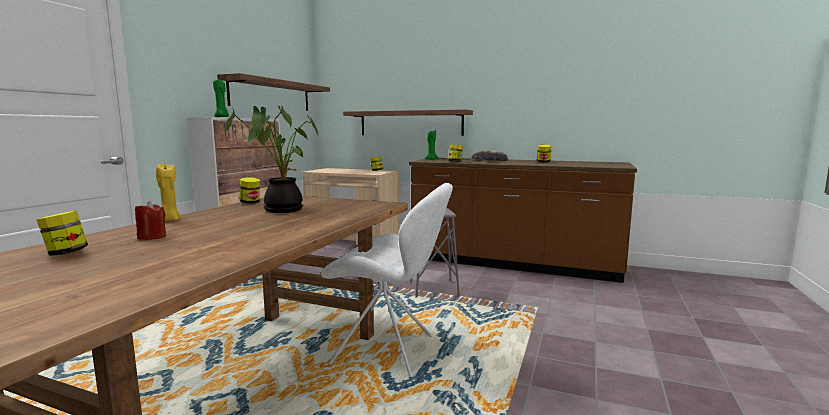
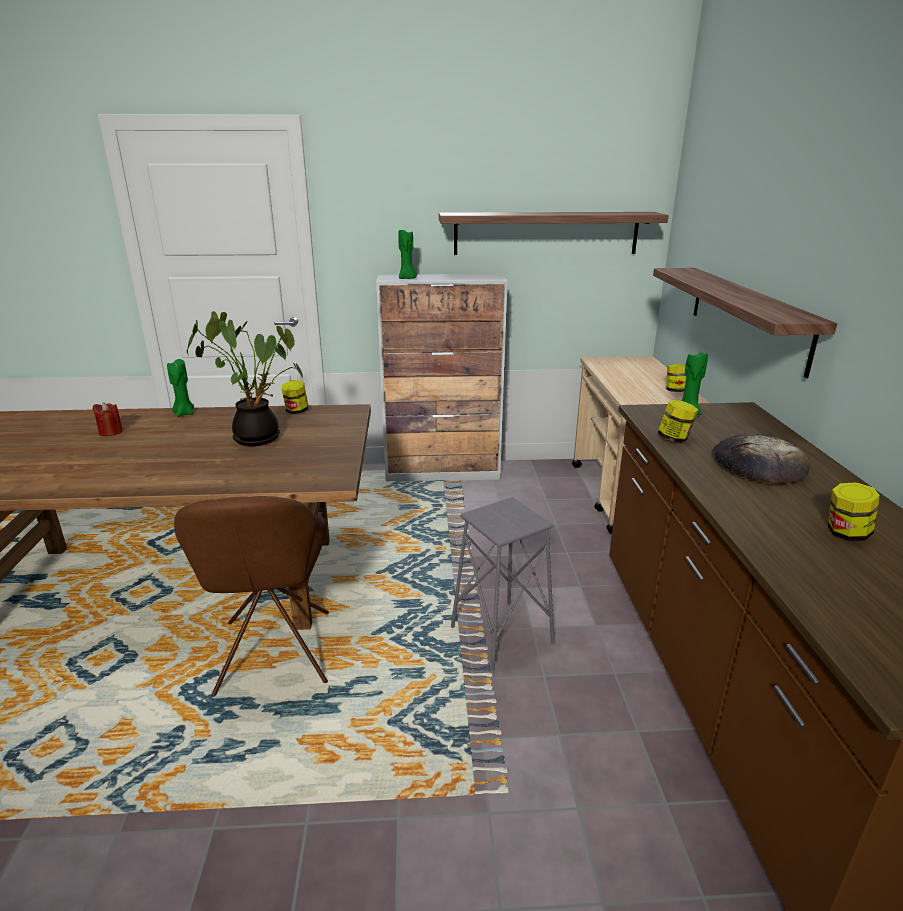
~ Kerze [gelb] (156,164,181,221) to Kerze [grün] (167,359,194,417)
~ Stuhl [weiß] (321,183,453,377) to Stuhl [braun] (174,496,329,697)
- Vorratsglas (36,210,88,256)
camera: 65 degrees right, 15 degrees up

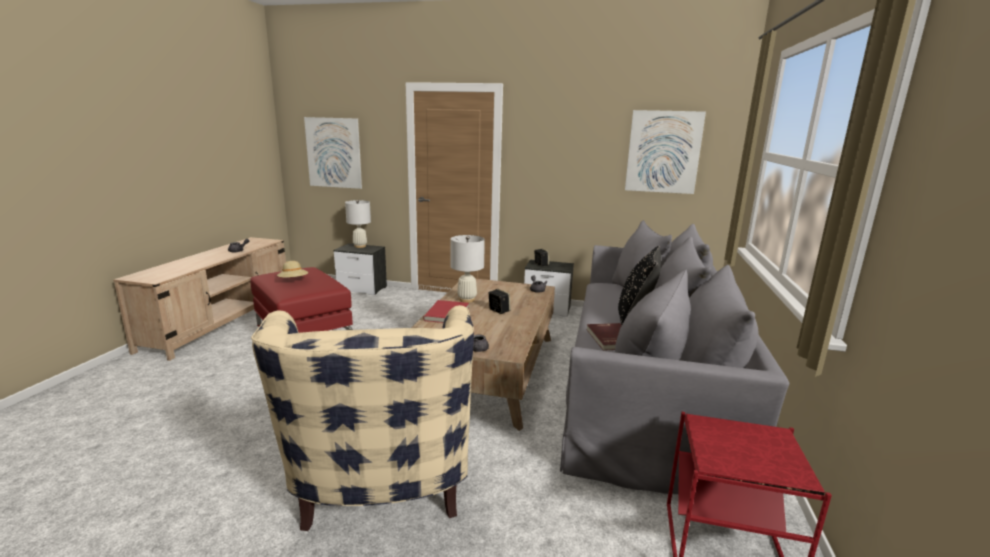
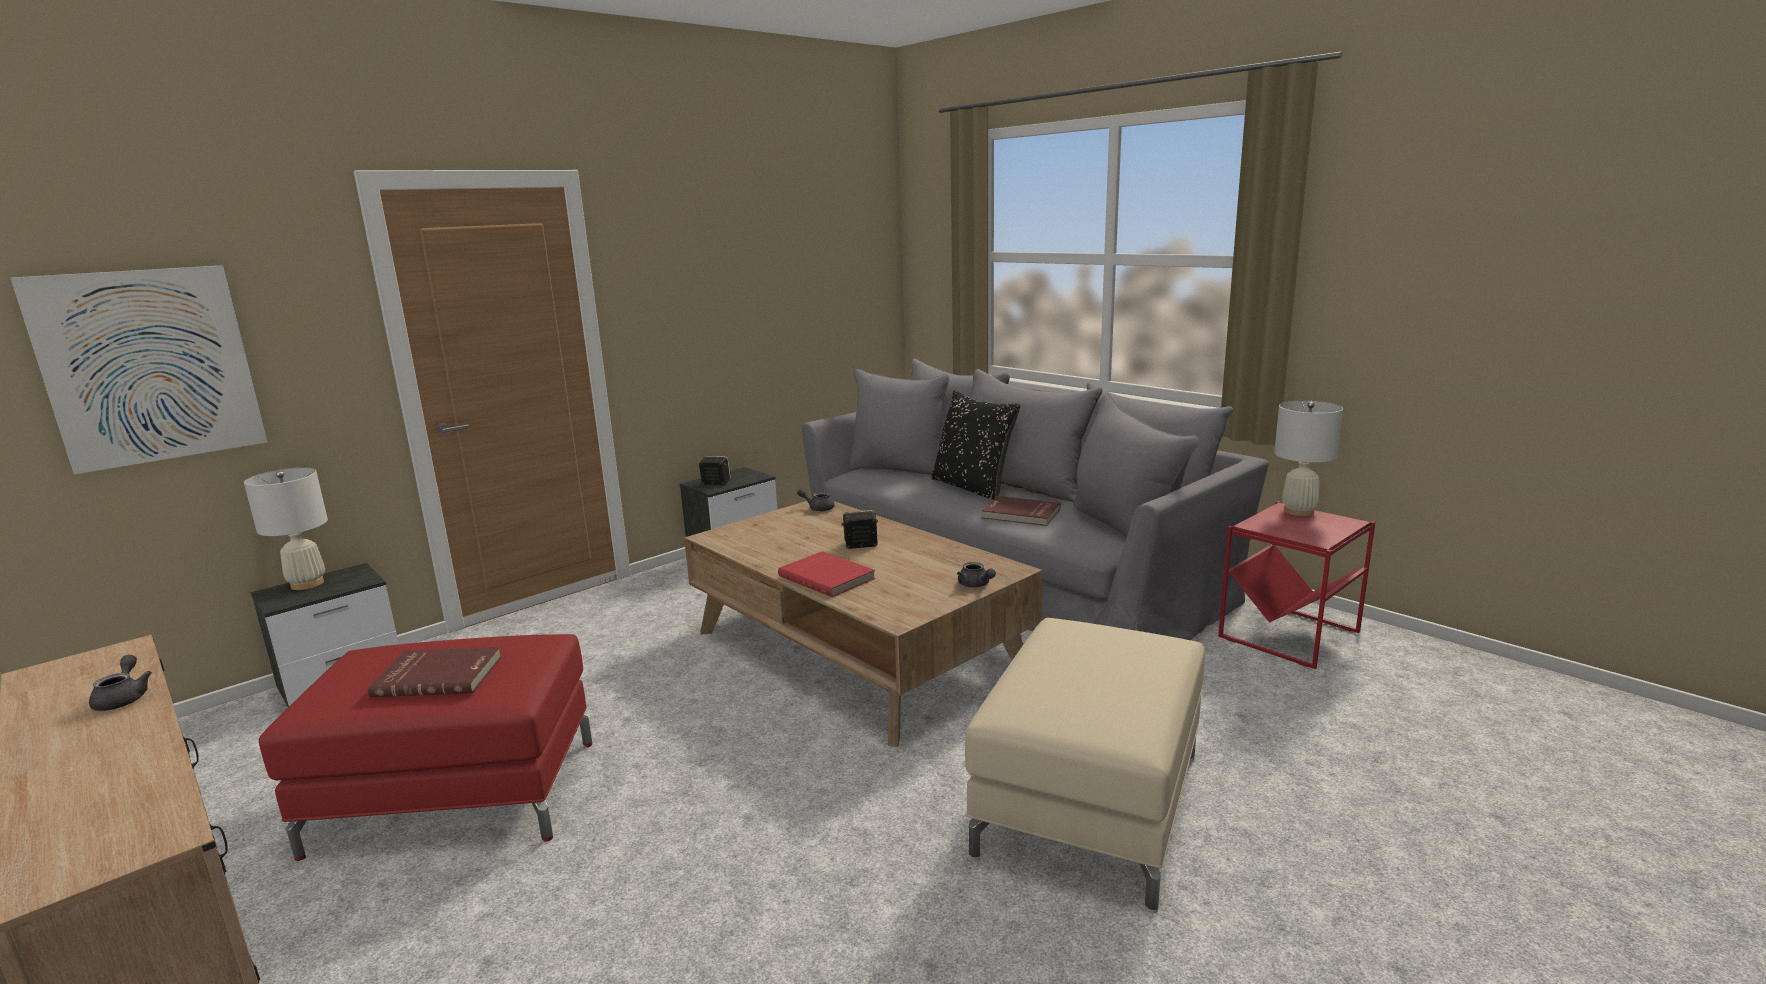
~ Hut [beige] (277,261,308,278) to Buch [rot] (368,647,501,697)
~ Sessel [beige] (251,305,474,531) to Polsterhocker [beige] (965,618,1205,914)
~ Tischlampe [weiß] (450,235,485,303) to (1274,401,1343,516)
- Bild (625,110,706,194)
camera: 55 degrees left, 0 degrees up

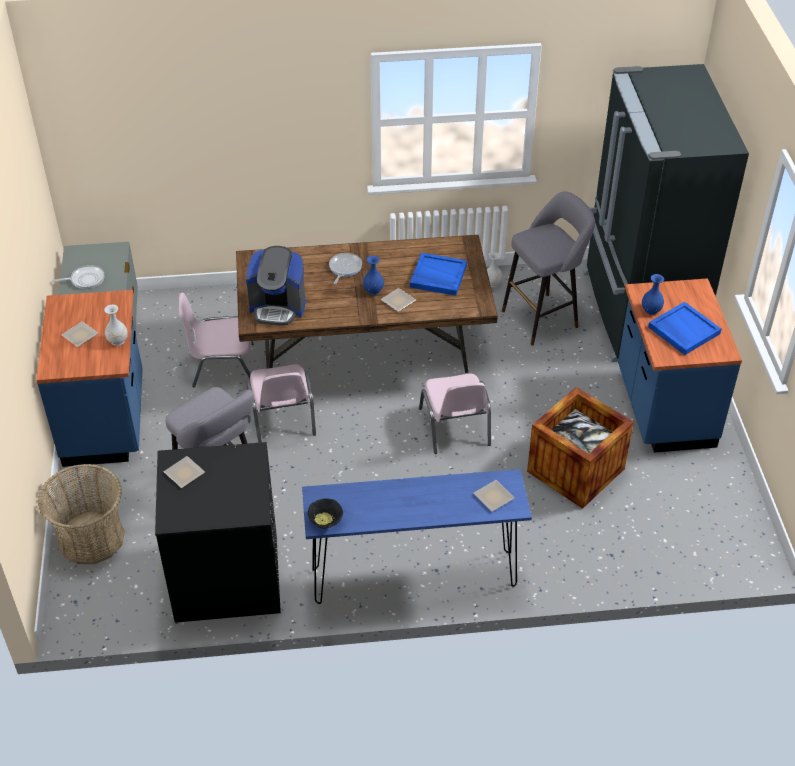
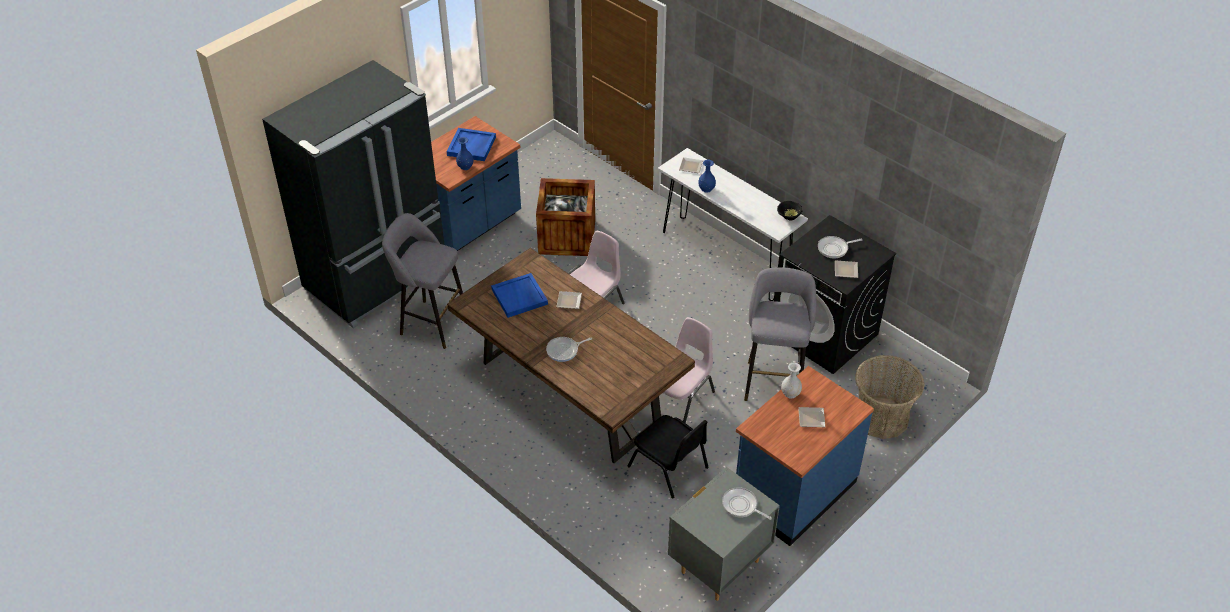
~ Stuhl [rosa] (179,293,254,387) to Stuhl [schwarz] (628,415,709,498)
~ Konsolentisch [blau] (302,469,532,604) to Konsolentisch [weiß] (658,148,808,301)
~ Vase [blau] (363,256,384,295) to (698,160,716,193)
+ Pfanne (818,236,862,258)
- Kaffeemaschine (246,246,306,326)
- Vase [weiß] (487,252,503,287)
camera: 130 degrees left, 0 degrees up

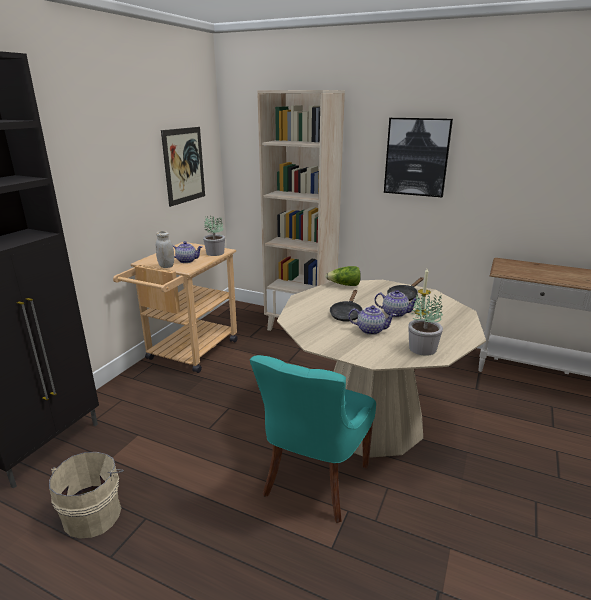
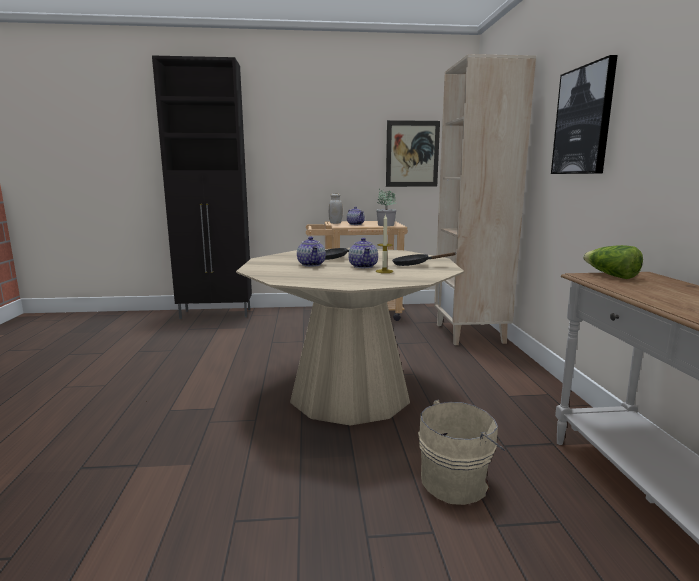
~ Eimer [beige] (49,452,124,539) to (418,400,505,505)
~ Salatkopf (325,266,361,286) to (583,245,643,279)
- Stuhl [türkis] (250,355,376,523)
- Topfpflanze (408,292,443,356)
camera: 60 degrees right, 10 degrees down

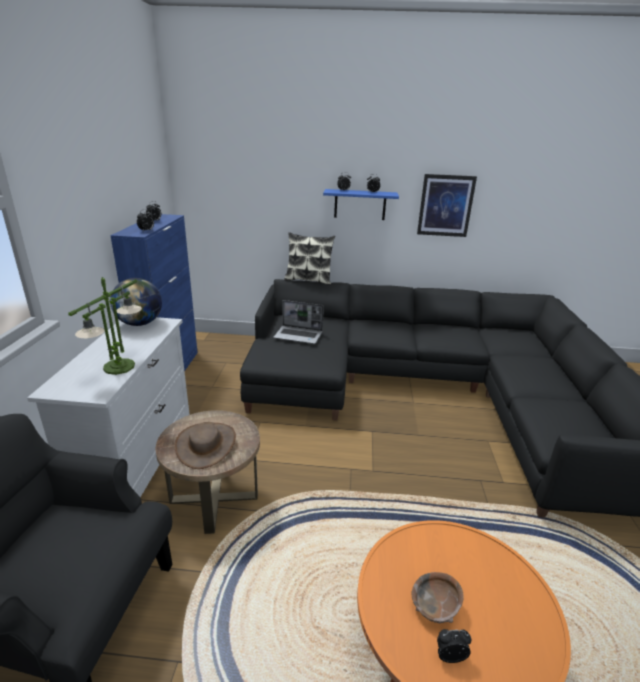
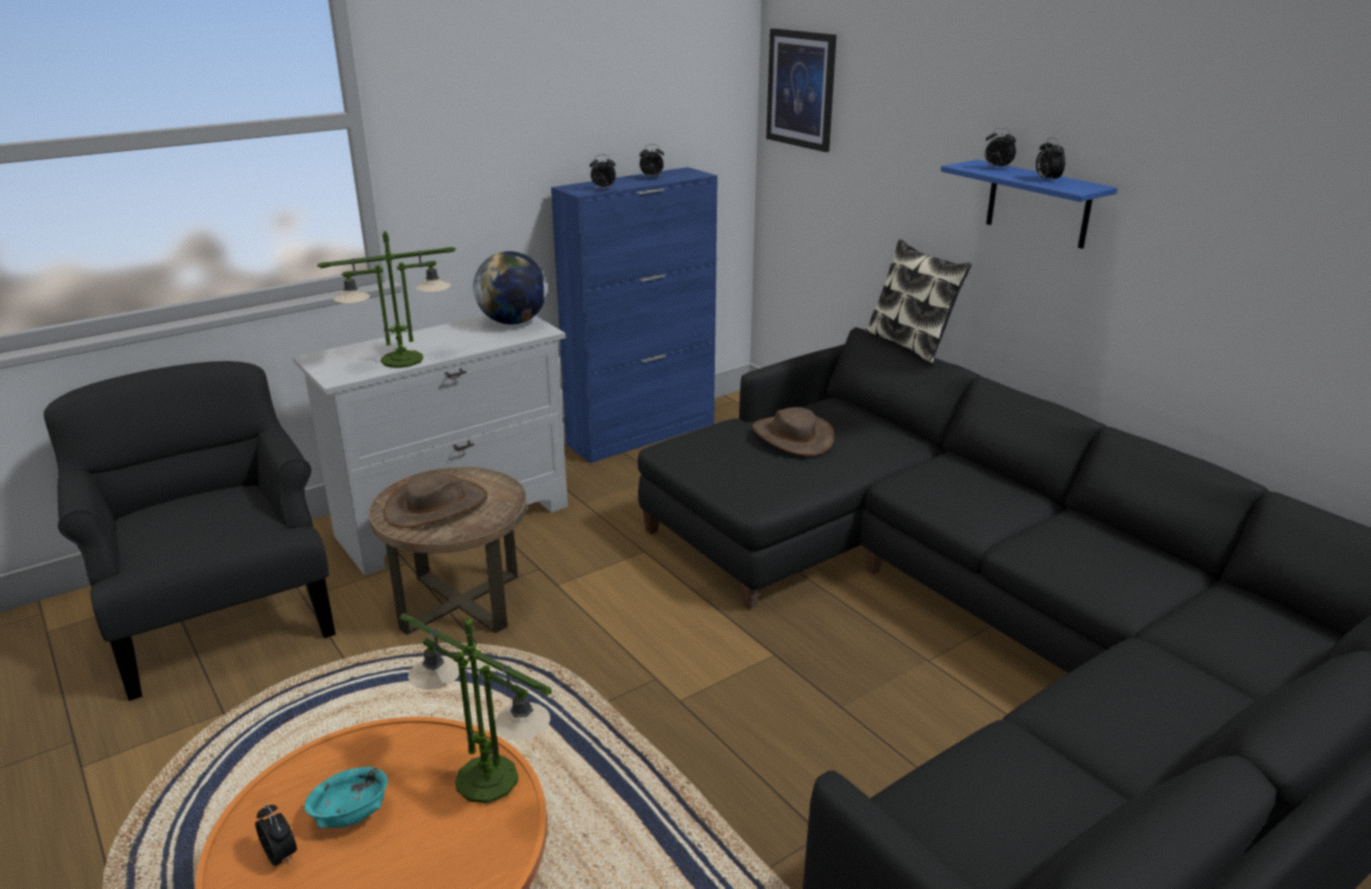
~ Schüssel [braun] (412,572,464,623) to Schüssel [türkis] (304,767,388,828)
+ Tischlampe (400,613,552,803)
~ Laptop (274,300,324,344) to Hut [braun] (752,407,834,456)
~ Bild (417,174,477,237) to (766,28,837,152)
camera: 50 degrees right, 0 degrees up

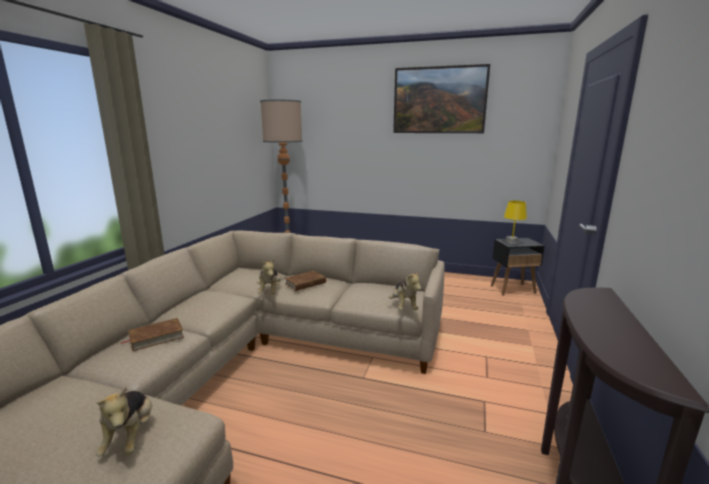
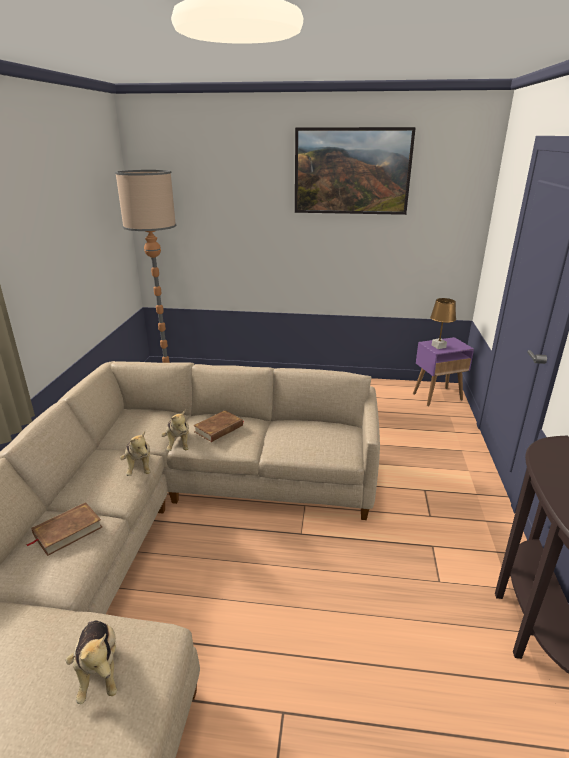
~ Plüschtier (389,270,421,310) to (120,431,151,476)
~ Beistelltisch [schwarz] (491,238,545,296) to Beistelltisch [lila] (413,337,474,406)
~ Tischlampe [gelb] (504,201,527,244) to Tischlampe [braun] (430,298,456,349)
camera: 10 degrees left, 10 degrees up

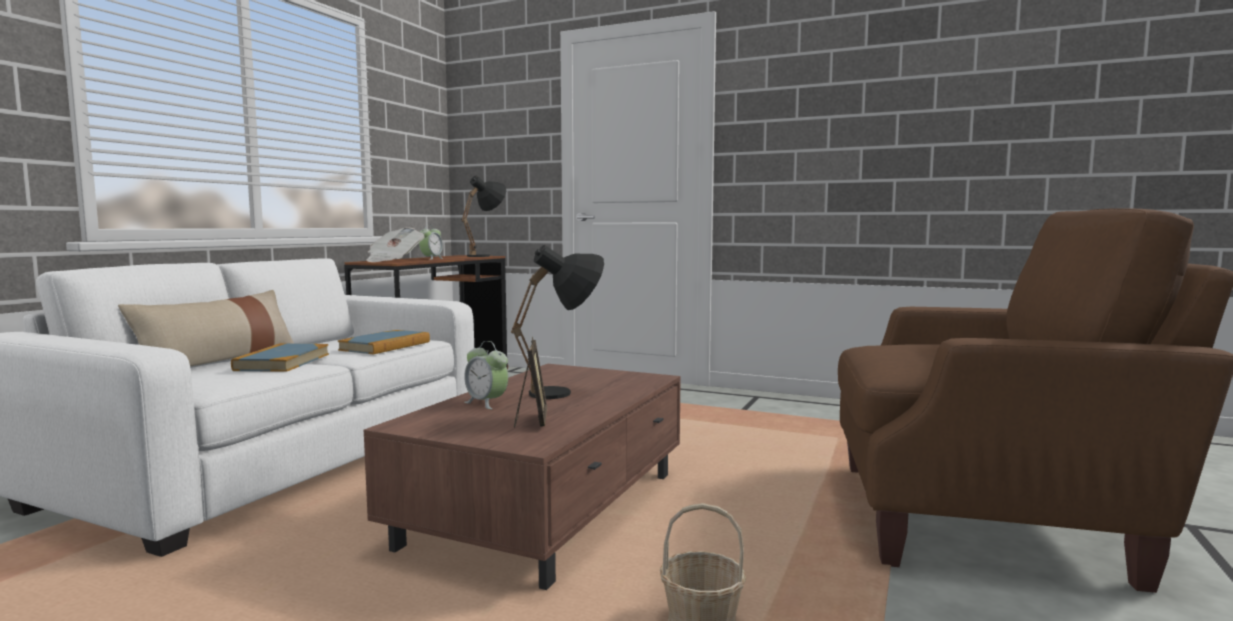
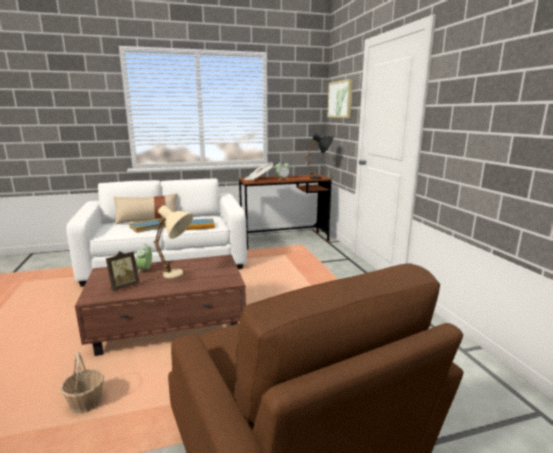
~ Tischlampe [schwarz] (511,245,604,399) to Tischlampe [beige] (154,205,193,278)
+ Bild (327,79,352,118)
camera: 50 degrees right, 10 degrees up

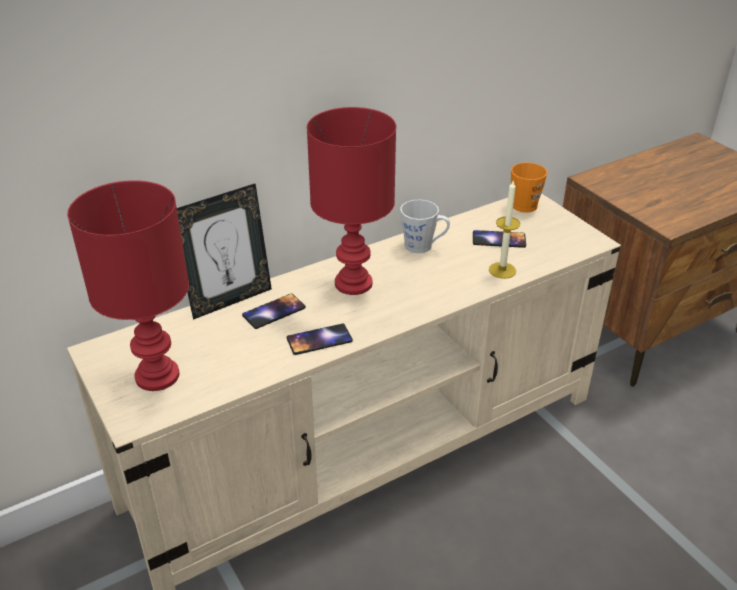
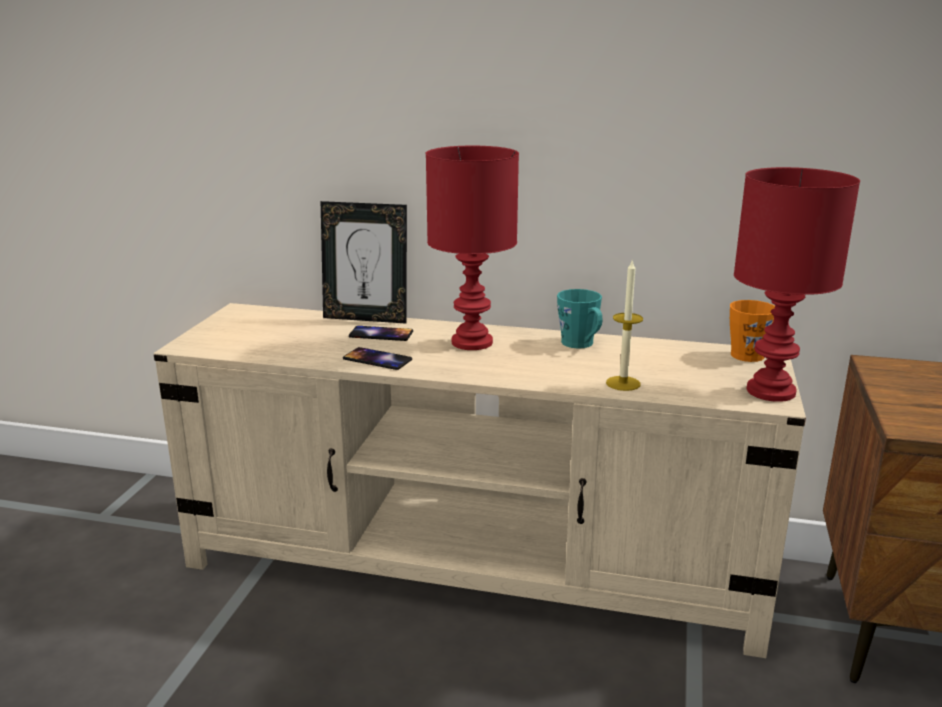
~ Henkelbecher [grau] (400,200,450,253) to Henkelbecher [türkis] (557,289,603,349)
~ Tischlampe [rot] (67,180,189,391) to (734,167,860,402)
- Handy (473,230,526,248)
camera: 45 degrees right, 15 degrees down

